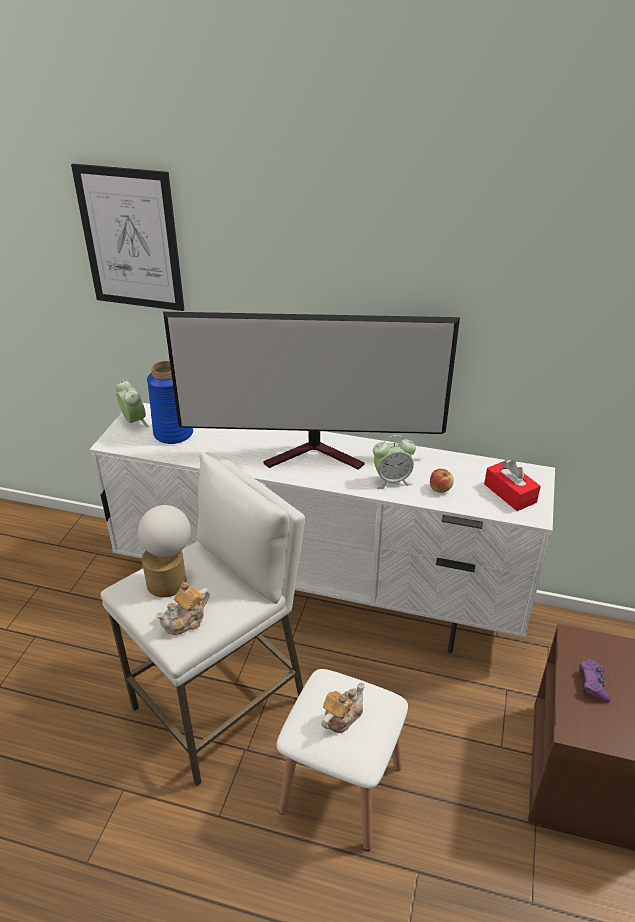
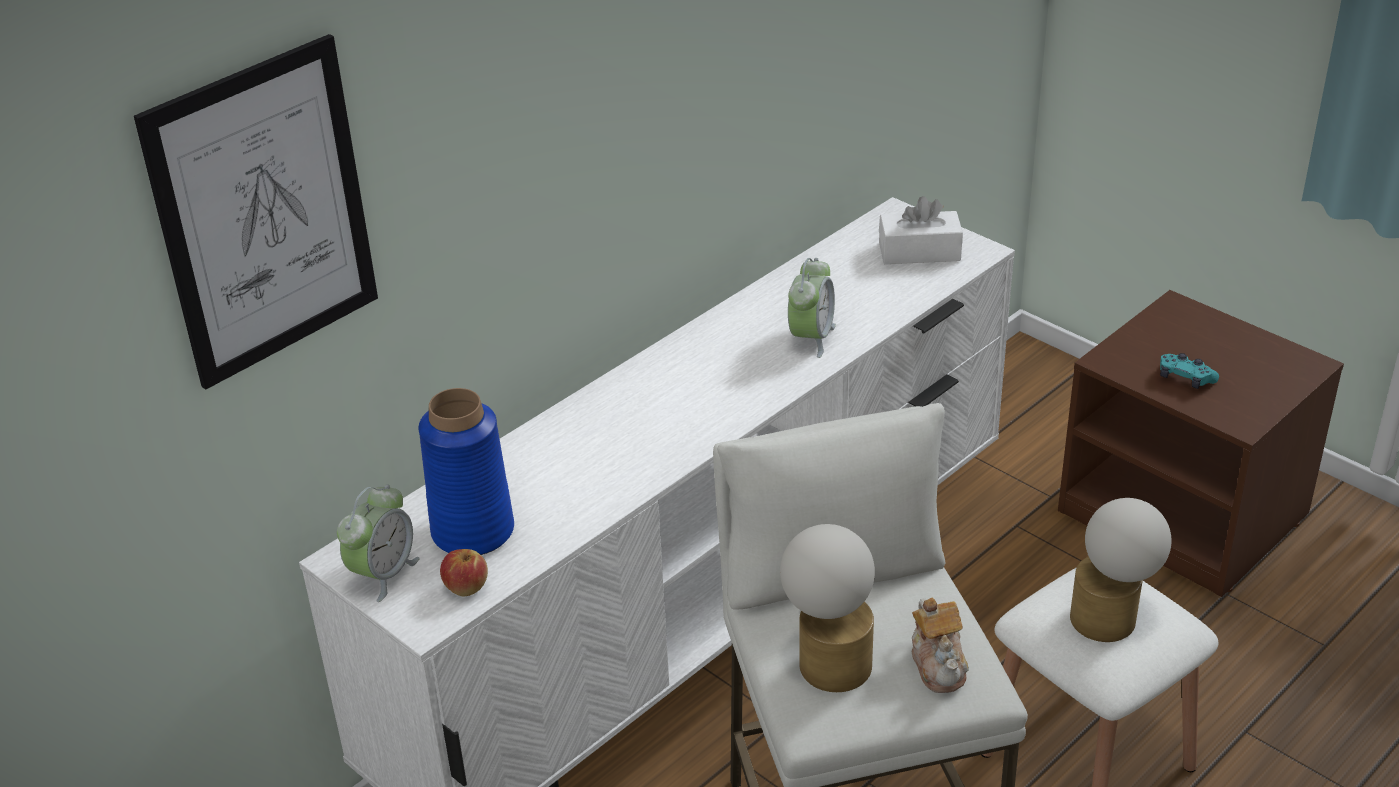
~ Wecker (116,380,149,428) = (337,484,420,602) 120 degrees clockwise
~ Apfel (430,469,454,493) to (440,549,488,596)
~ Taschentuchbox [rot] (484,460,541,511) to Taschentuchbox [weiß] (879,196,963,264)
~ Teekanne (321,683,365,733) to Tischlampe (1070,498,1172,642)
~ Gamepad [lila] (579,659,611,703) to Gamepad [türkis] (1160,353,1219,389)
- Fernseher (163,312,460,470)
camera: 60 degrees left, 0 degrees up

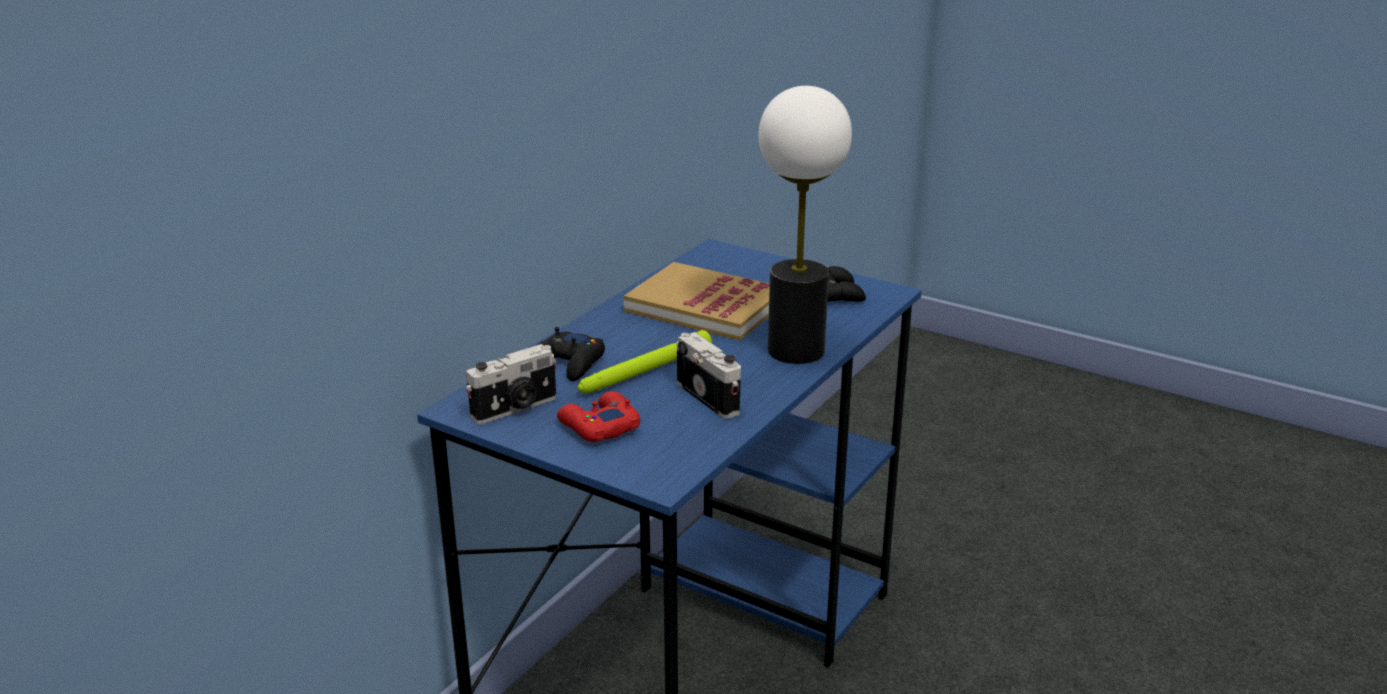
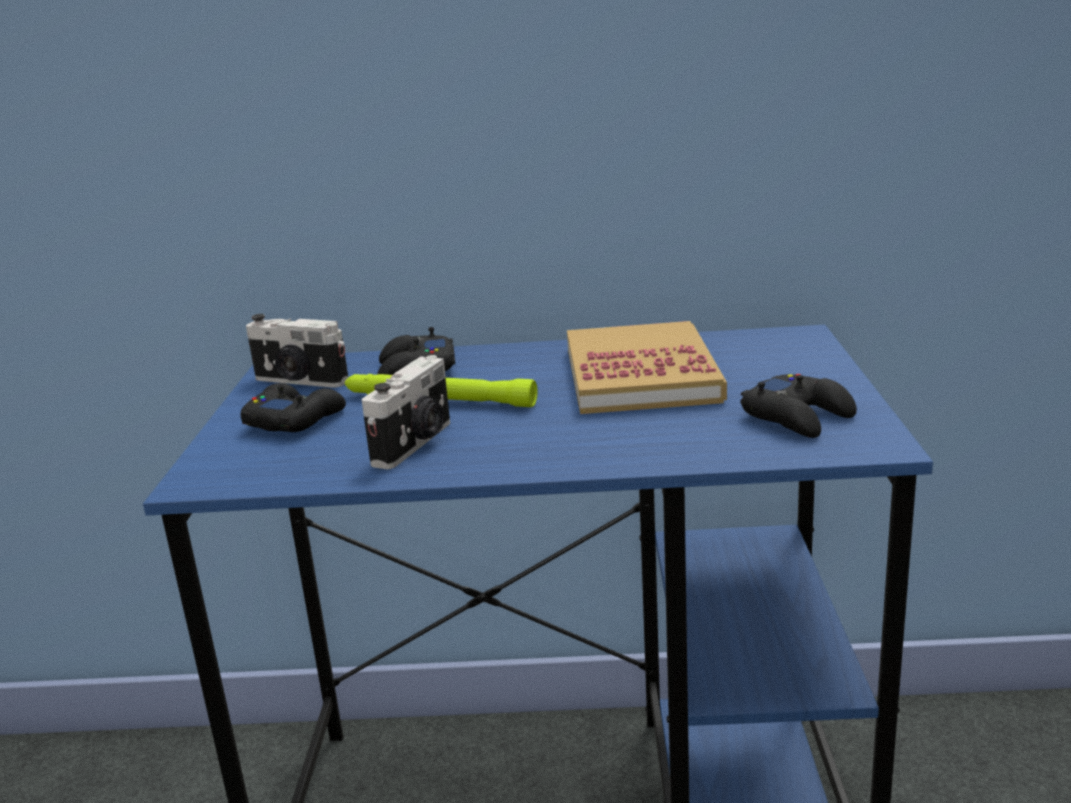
~ Gamepad [rot] (557,391,640,442) to Gamepad [schwarz] (241,383,346,432)
- Tischlampe (758,86,852,364)
camera: 60 degrees right, 5 degrees down

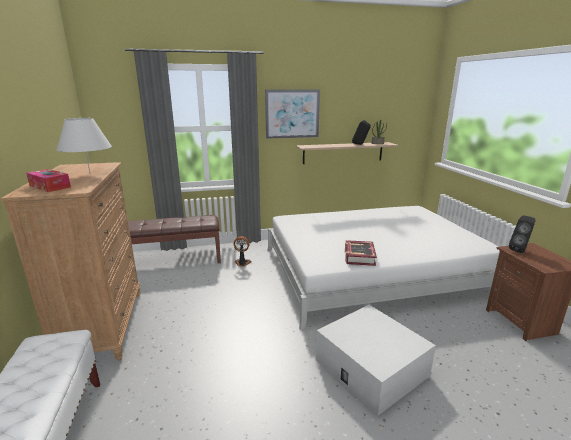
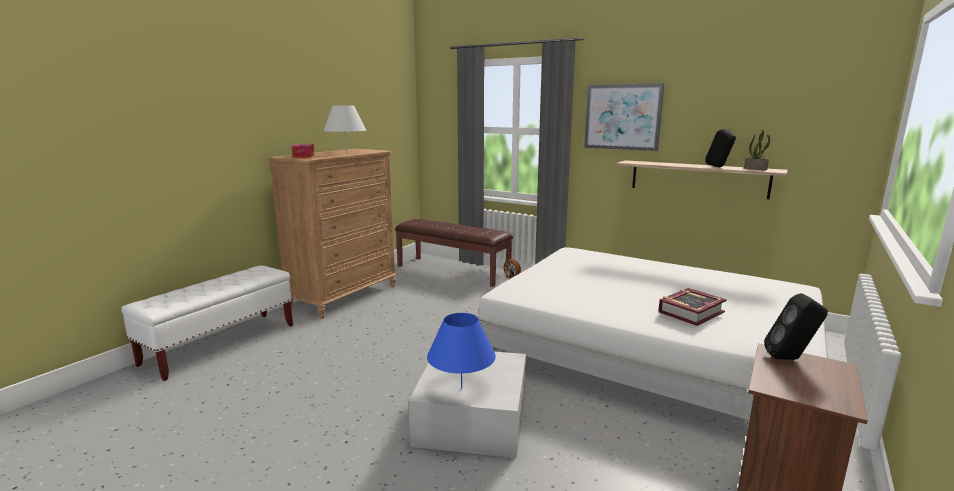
+ Tischlampe [blau] (427,313,496,389)
~ Buch (345,240,377,266) to (658,288,727,326)
camera: 45 degrees right, 5 degrees down

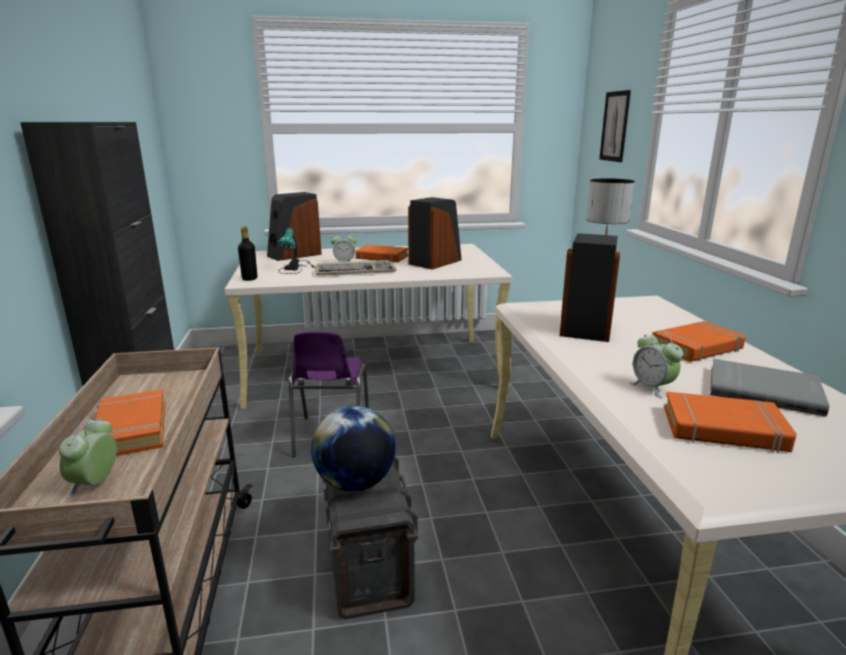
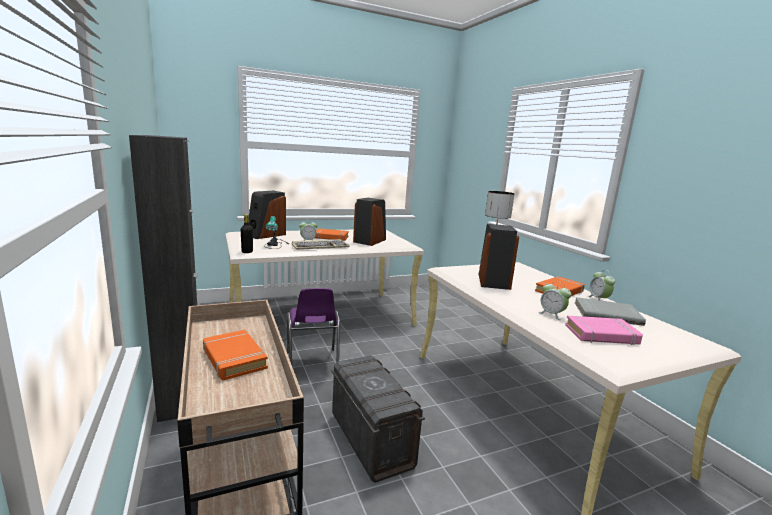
~ Buch [orange] (664,392,797,453) to Buch [rosa] (565,316,643,345)
~ Wecker (59,417,117,499) to (588,270,615,300)
- Globus (311,406,396,491)
- Bild (599,90,631,162)
camera: 15 degrees left, 5 degrees down

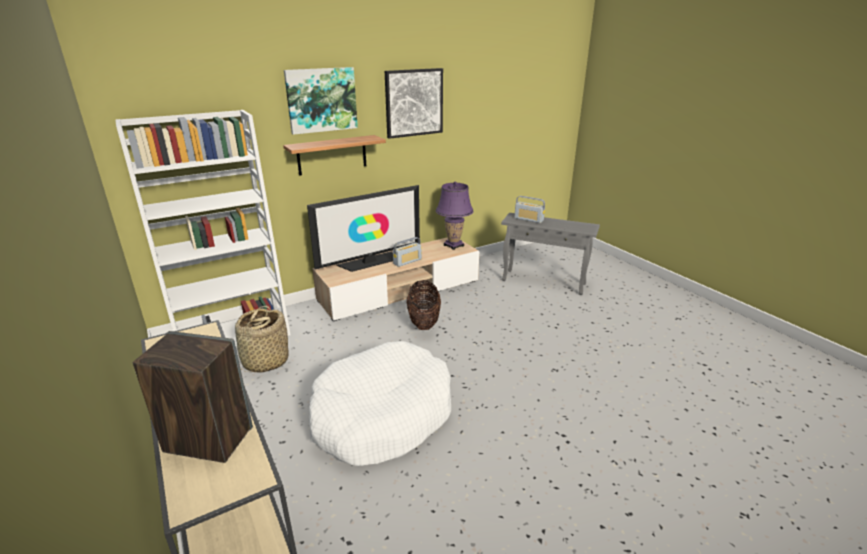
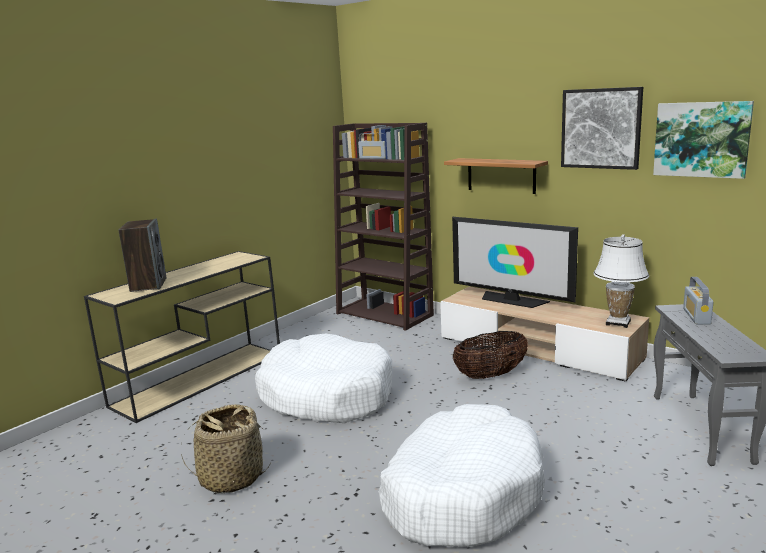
~ Korb (235,306,289,373) to (181,404,271,494)
~ Bücherregal [weiß] (115,110,291,348) to Bücherregal [braun] (333,123,434,331)
~ Radio (393,237,422,267) to (358,133,386,159)
+ Hundebett [weiß] (379,404,545,547)
~ Tischlampe [lila] (436,182,474,250) to Tischlampe [weiß] (593,234,649,328)
~ Bild (284,67,358,135) to (653,101,754,179)
camera: 70 degrees right, 10 degrees down

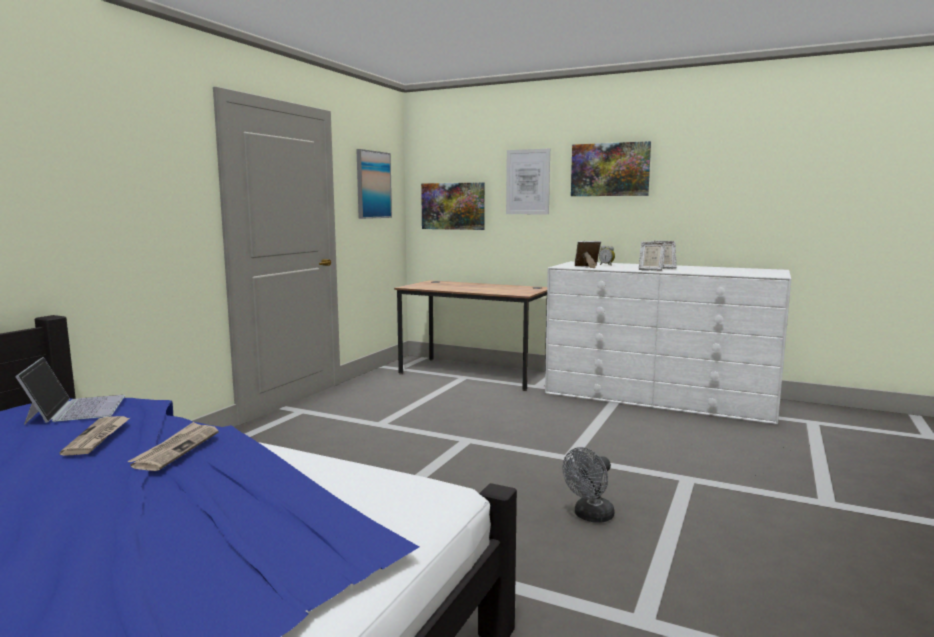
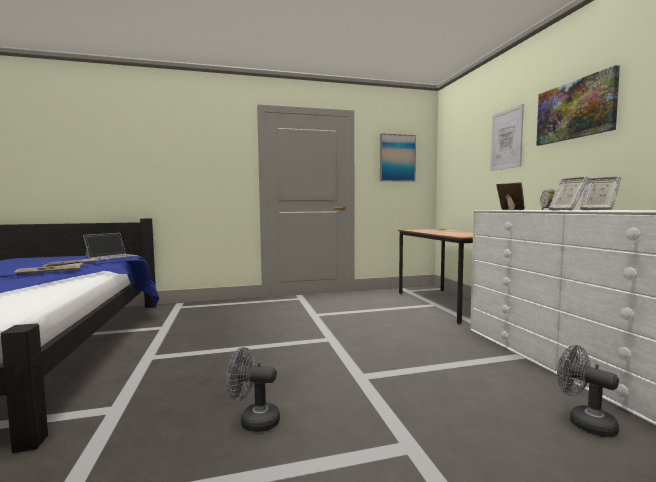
+ Ventilator [grau] (557,345,619,437)
- Bild (421,182,485,230)
camera: 50 degrees right, 5 degrees down

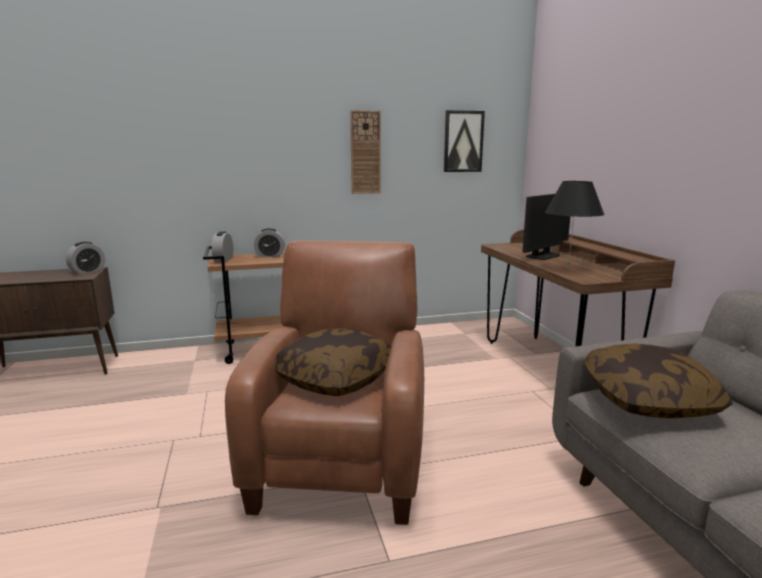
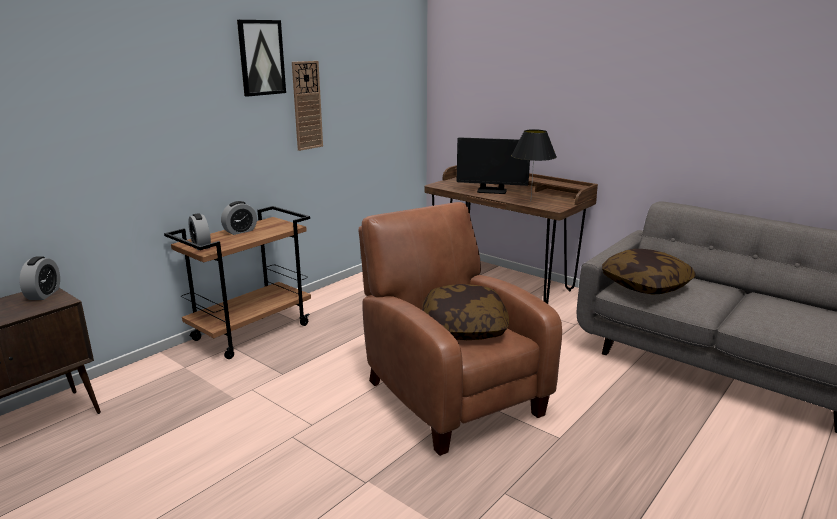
~ Bild (444,110,485,172) to (237,20,286,97)
~ Monitor (522,194,570,260) = (457,137,530,194) 90 degrees clockwise
camera: 35 degrees left, 5 degrees up

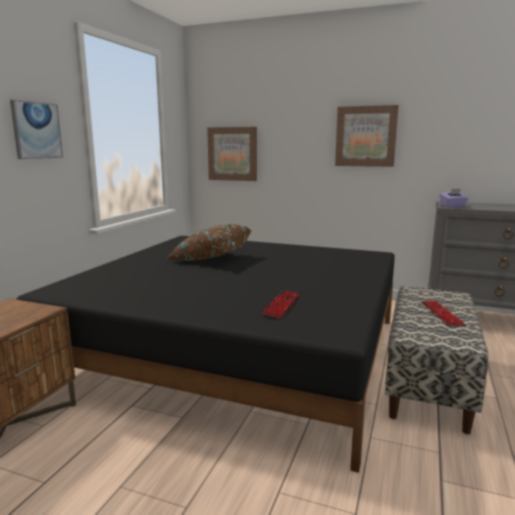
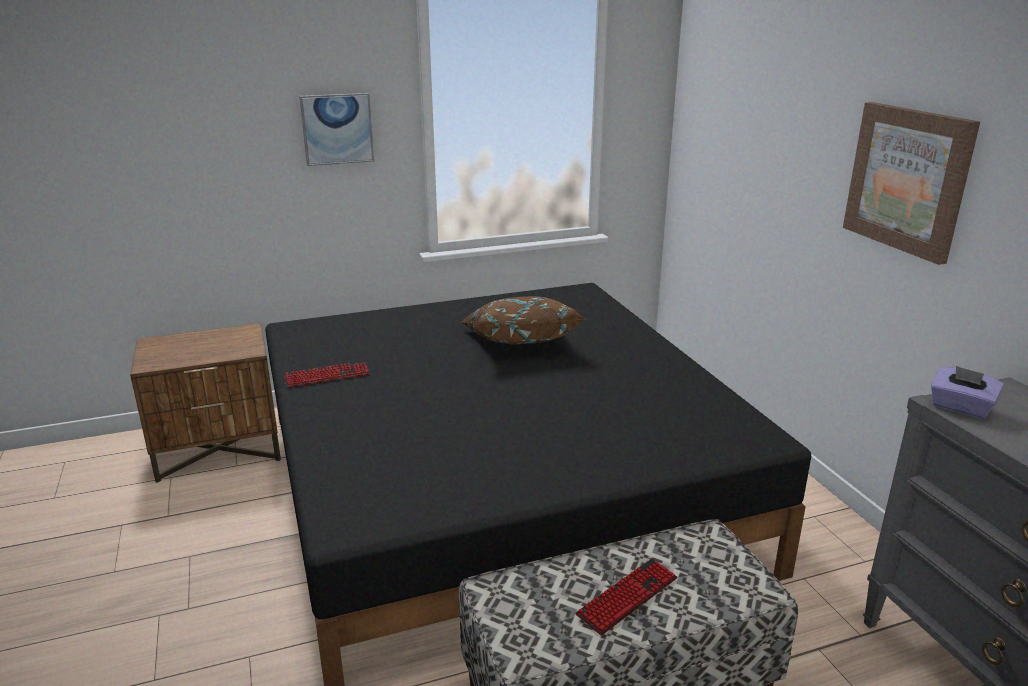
~ Tastatur (262,291,300,319) to (284,362,371,388)
- Bild (207,127,257,181)
camera: 50 degrees right, 10 degrees up

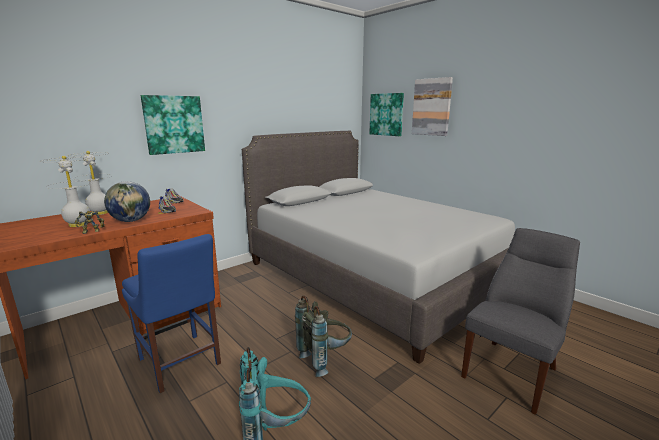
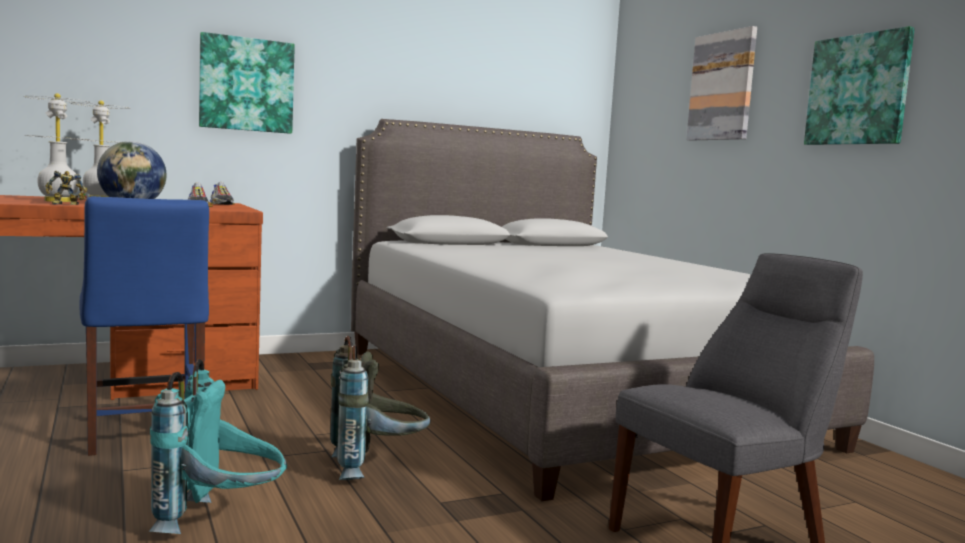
~ Bild (369,93,404,136) to (804,26,915,145)
camera: 15 degrees right, 10 degrees down

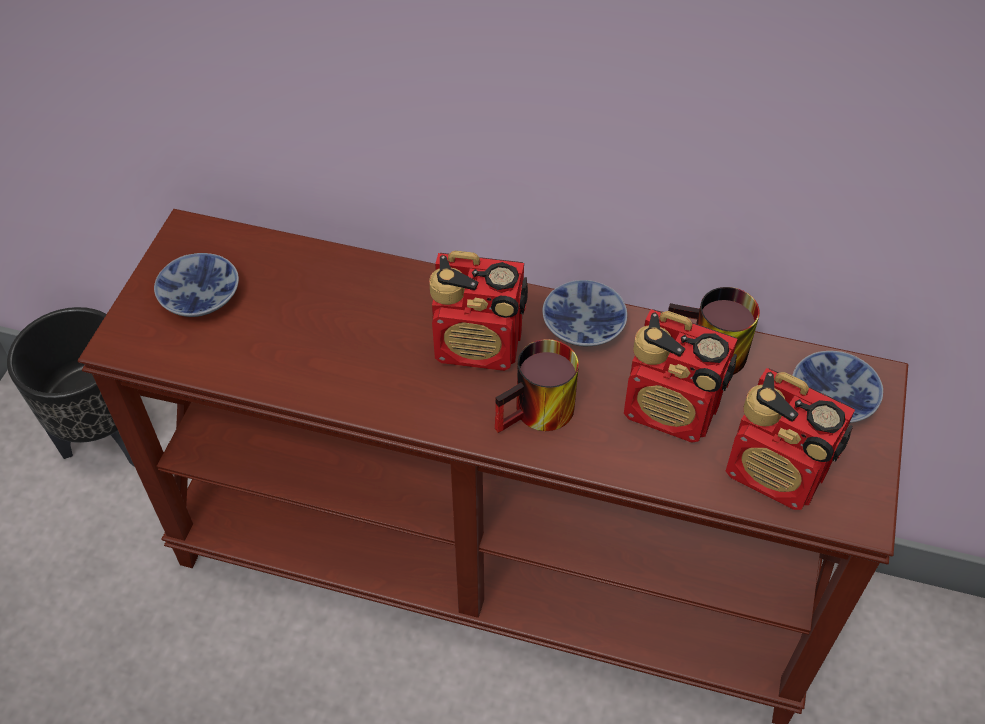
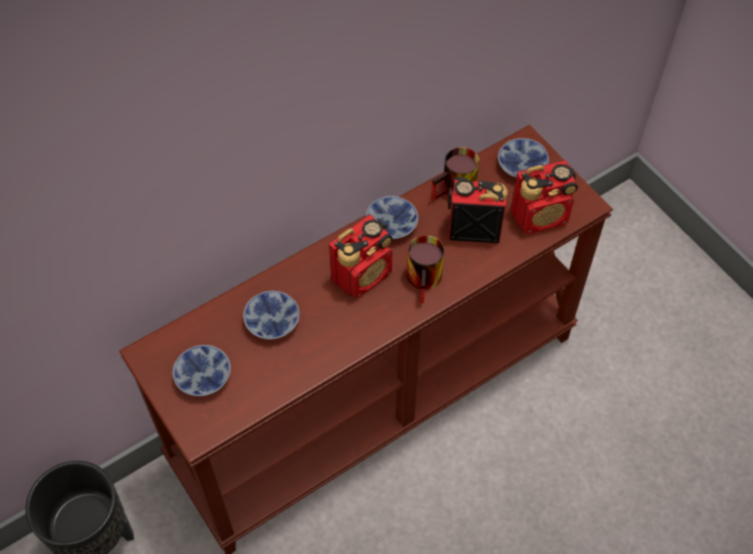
+ Schüssel (243,291,299,339)
~ Radio (624,309,738,443) = (448,177,508,243) 150 degrees counterclockwise
camera: 50 degrees left, 5 degrees up

